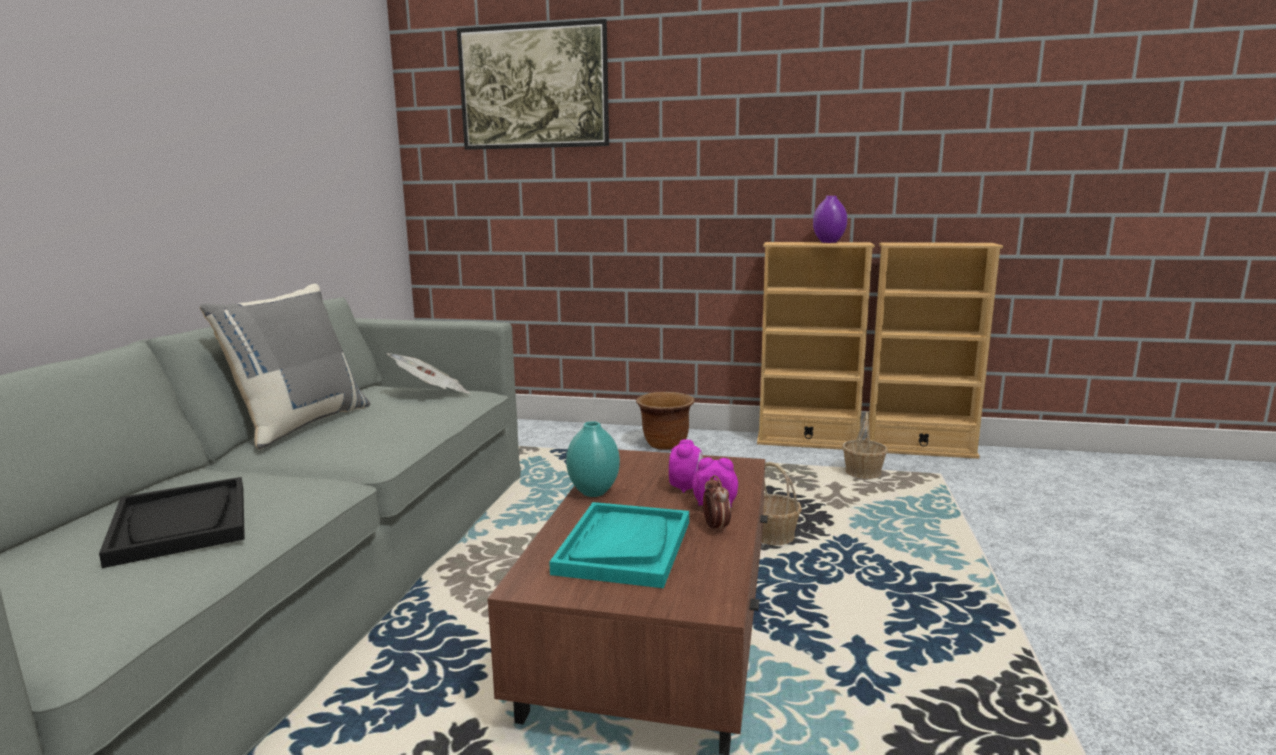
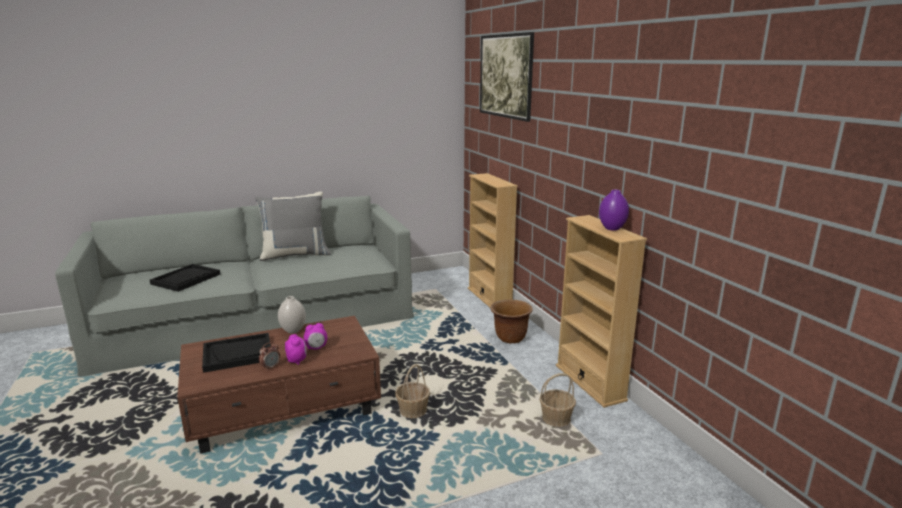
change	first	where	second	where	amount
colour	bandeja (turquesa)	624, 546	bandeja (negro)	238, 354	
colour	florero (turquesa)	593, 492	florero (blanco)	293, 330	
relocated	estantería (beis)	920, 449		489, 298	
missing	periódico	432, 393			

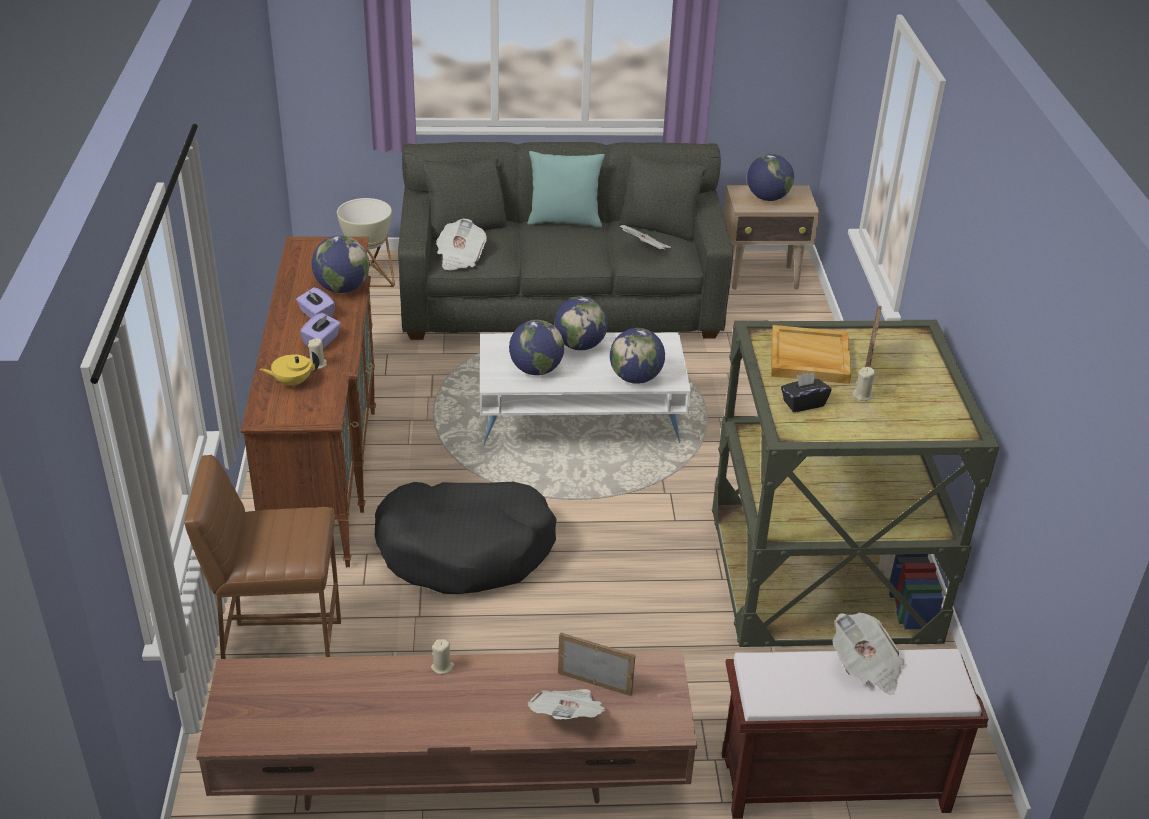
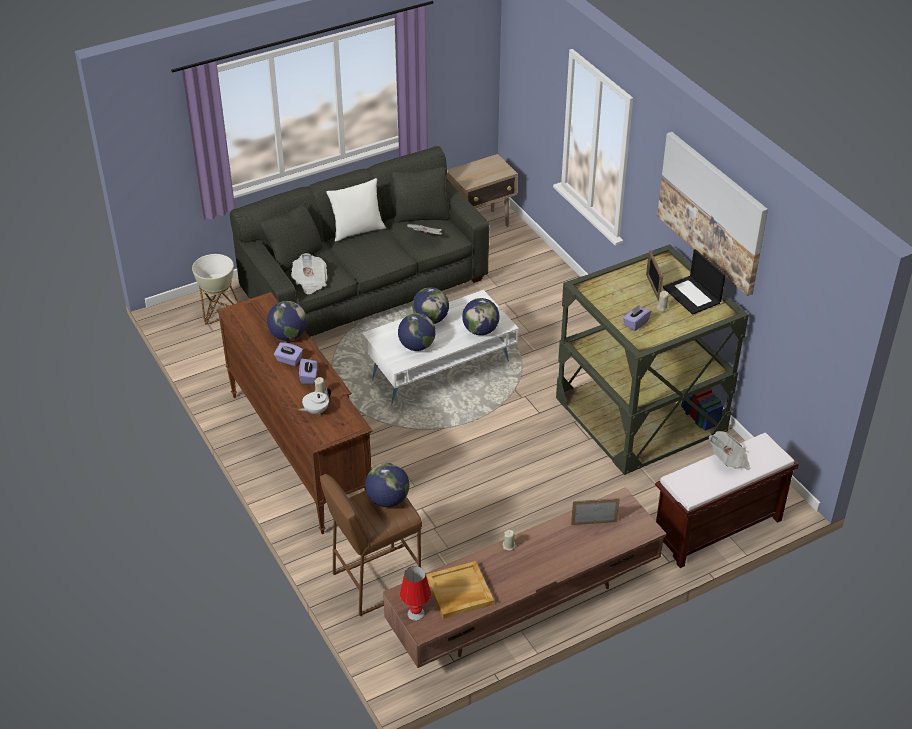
change	first	where	second	where	amount
colour	tetera (amarillo)	292, 382	tetera (blanco)	316, 411	
colour	cojín (turquesa)	564, 221	cojín (blanco)	357, 231	
relocated	globo terráqueo	767, 198		388, 500	
appeared			lámpara de mesa (rojo)	415, 613	
relocated	bandeja (beis)	808, 358		459, 592	
colour	caja de pañuelos (negro)	803, 403	caja de pañuelos (morado)	635, 323	
appeared			cuadro	712, 211	
appeared			portátil	692, 295	
missing	cama para perro (negro)	466, 549			
missing	periódico	567, 717			

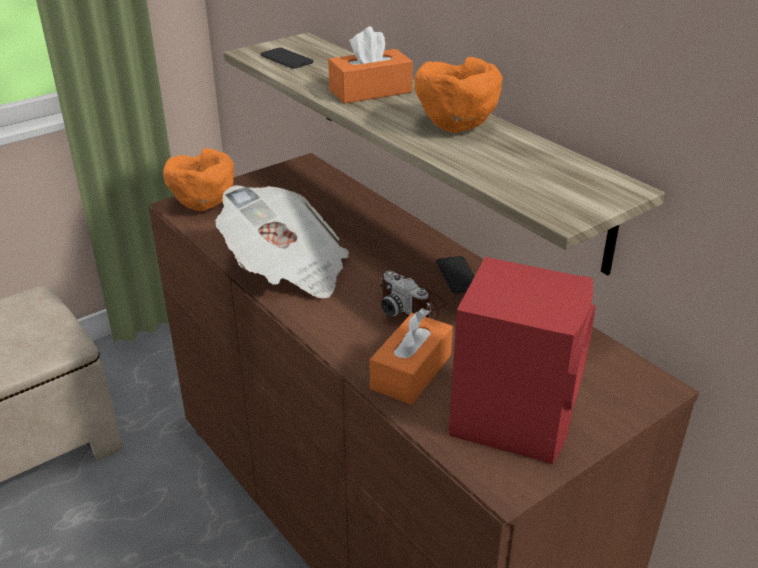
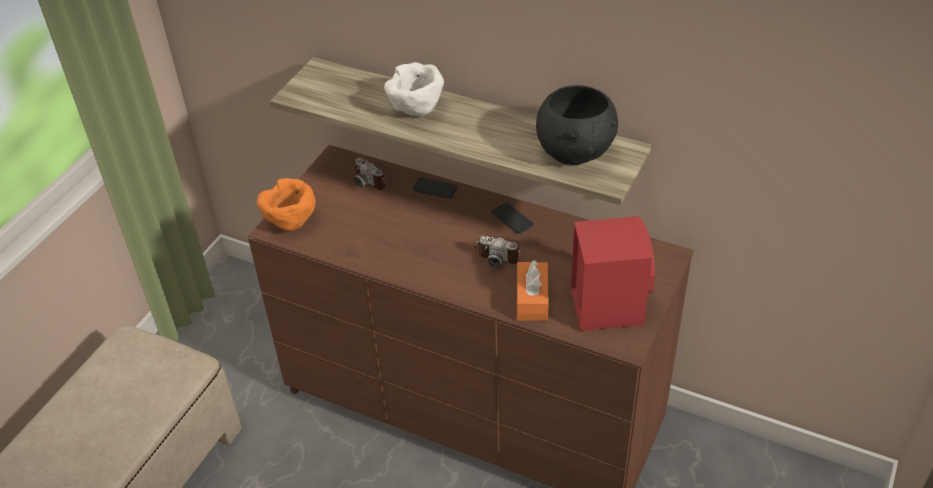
change	first	where	second	where	amount
appeared			cámara	375, 177	
exchanged	caja de pañuelos (naranja)	370, 91	cuenco (blanco)	416, 111	
relocated	móvil	286, 59		435, 188	
appeared			cuenco (negro)	575, 153	
missing	periódico	287, 269			
missing	cuenco (naranja)	454, 127			

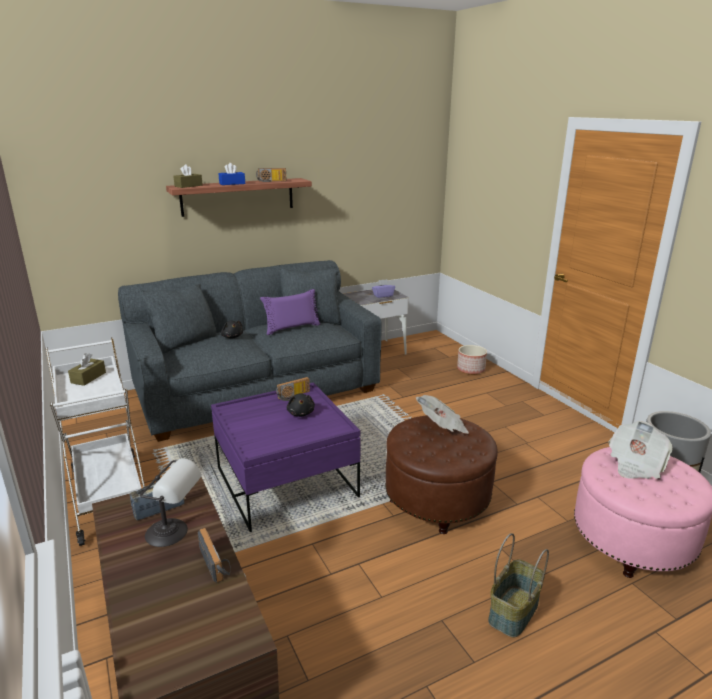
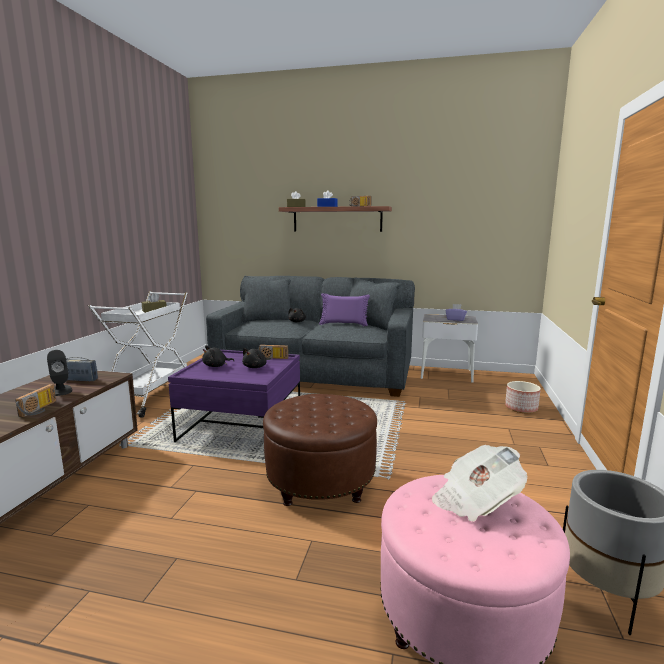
change	first	where	second	where	amount
exchanged	lámpara de mesa	175, 533	altavoz (negro)	60, 390	
appeared			peluche (negro)	216, 366	
missing	periódico	442, 427			
missing	cesta	514, 612			

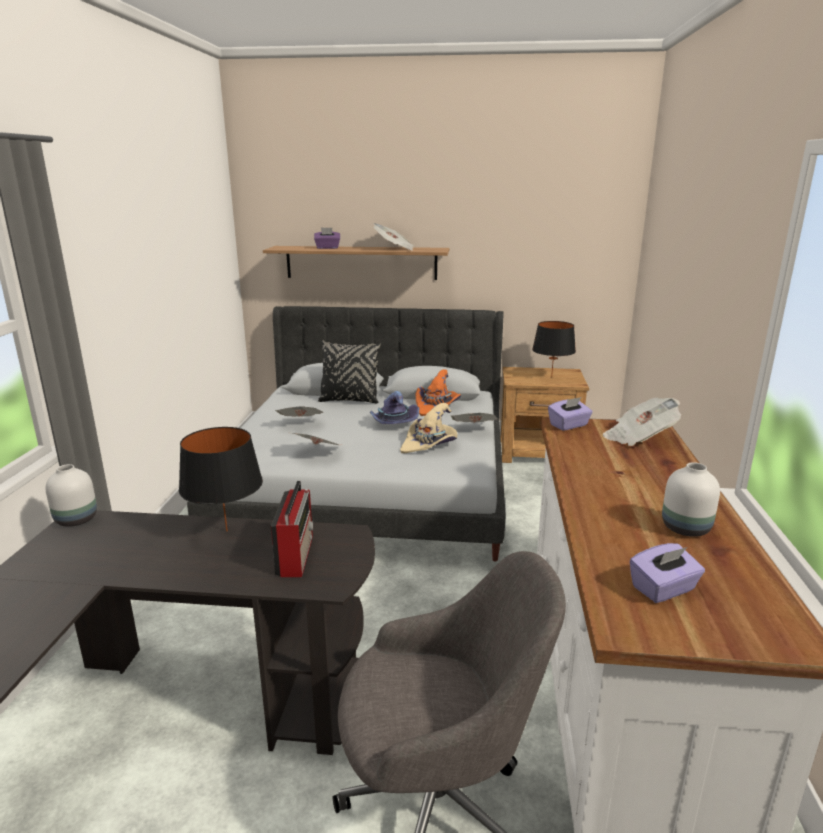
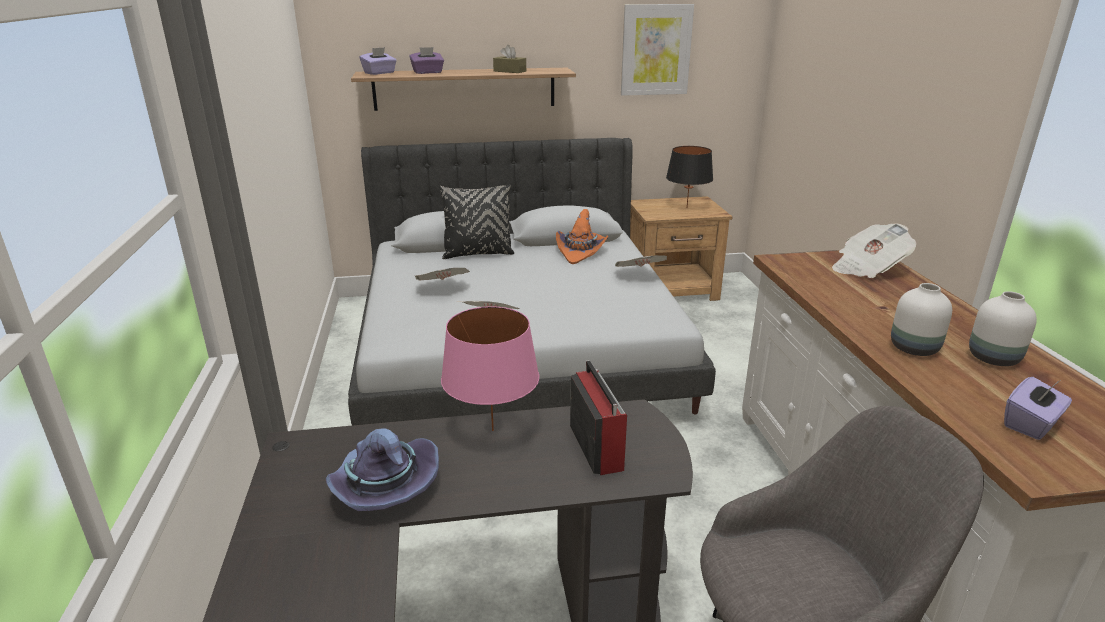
change	first	where	second	where	amount
relocated	sombrero (morado)	393, 423		382, 487	
relocated	caja de pañuelos (morado)	569, 425		379, 73	
colour	lámpara de mesa (negro)	226, 531	lámpara de mesa (rosa)	492, 430	
exchanged	periódico	394, 249	caja de pañuelos (marrón)	509, 71	
appeared			cuadro	656, 50	
relocated	florero (blanco)	75, 520		913, 349	
missing	sombrero (beis)	429, 445			

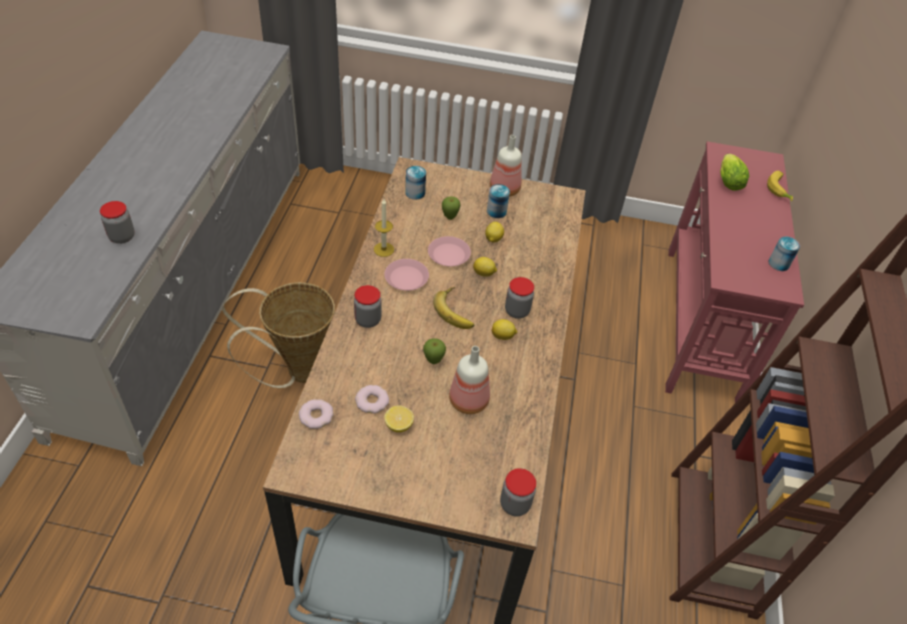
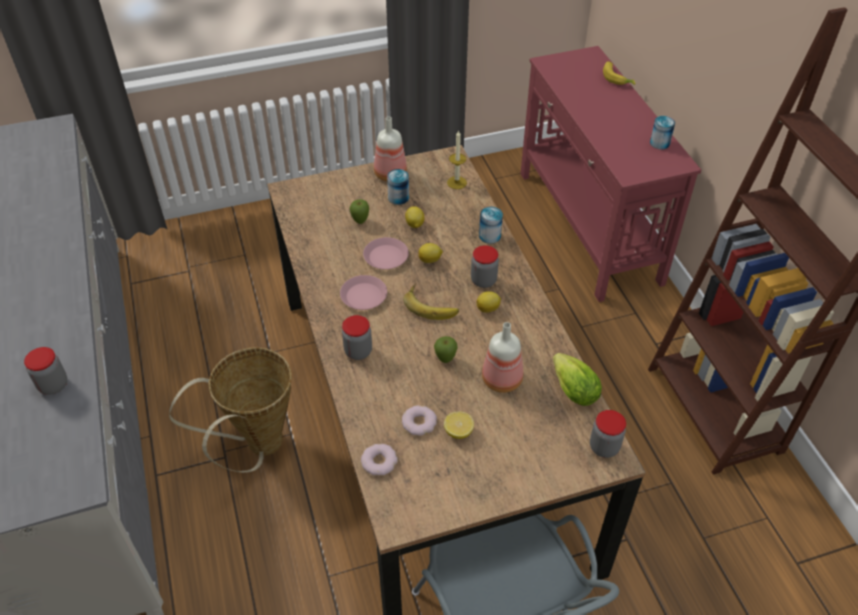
change	first	where	second	where	amount
relocated	vela	383, 249		456, 182	
relocated	lata	415, 193		489, 236	
relocated	lechuga	727, 181		571, 388	

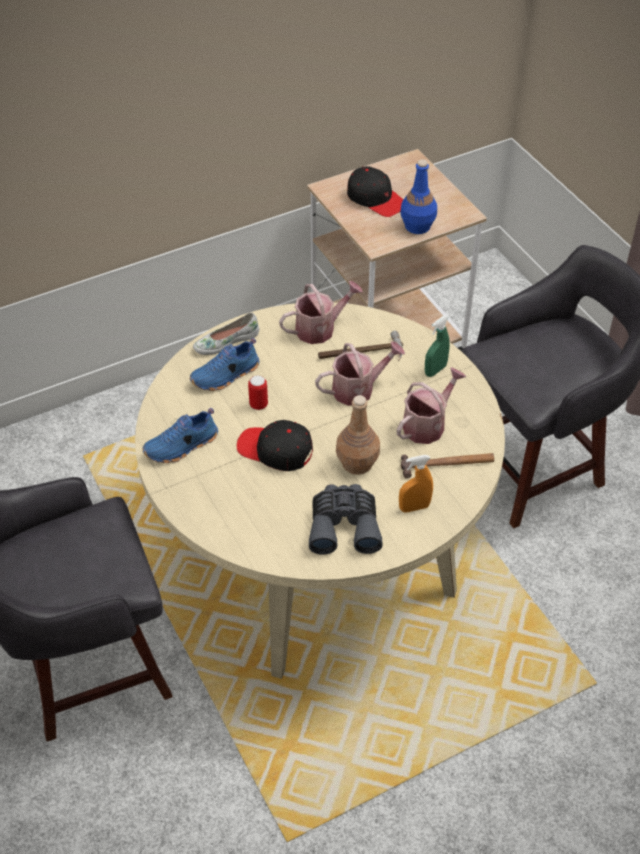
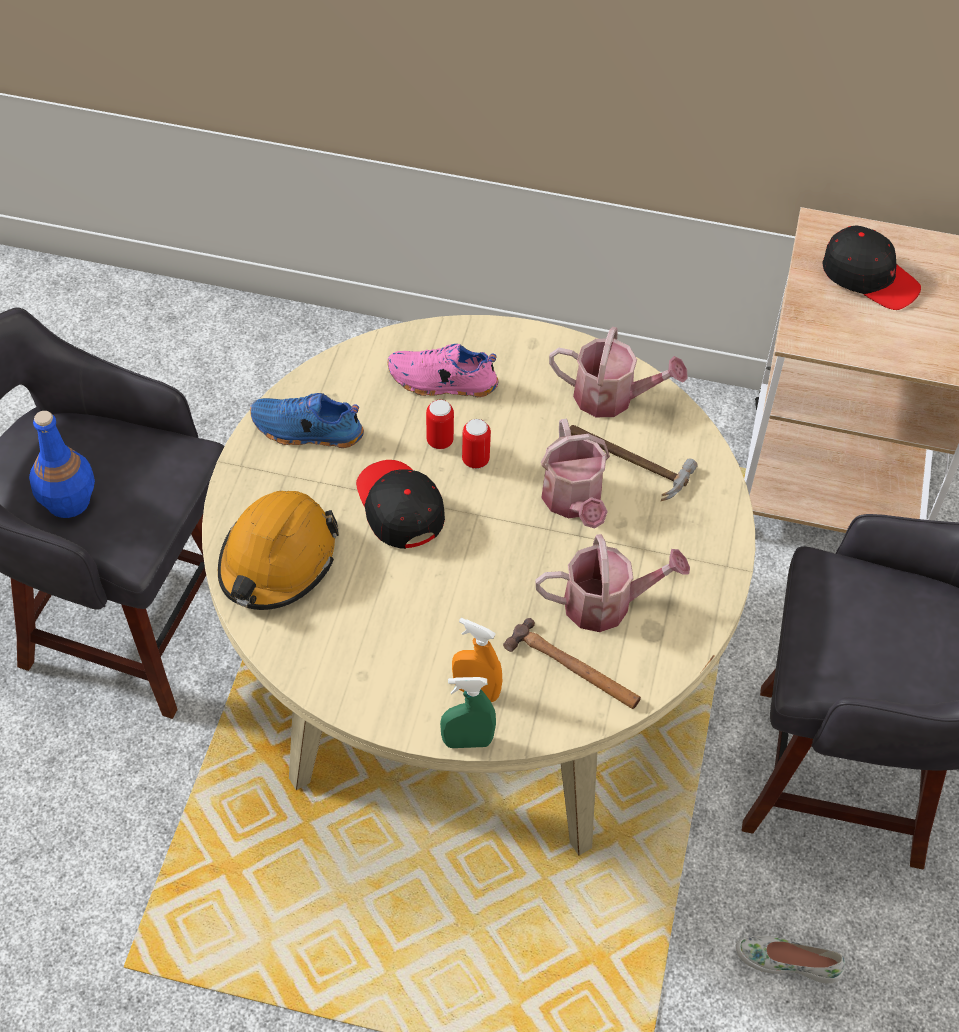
change	first	where	second	where	amount
relocated	botella (azul)	417, 226		67, 501	
appeared			casco (naranja)	277, 561	
colour	zapato (azul)	226, 376	zapato (rosa)	442, 383	
relocated	pulverizador (verde)	435, 370		467, 742	
appeared			lata	475, 460	
spun	regadera	358, 389		574, 502	60 degrees clockwise
relocated	zapato (blanco)	226, 341		788, 961	
spun	gorra (negro)	375, 199		869, 277	45 degrees counterclockwise
missing	prismáticos (gris)	344, 525			
missing	botella (marrón)	357, 463			

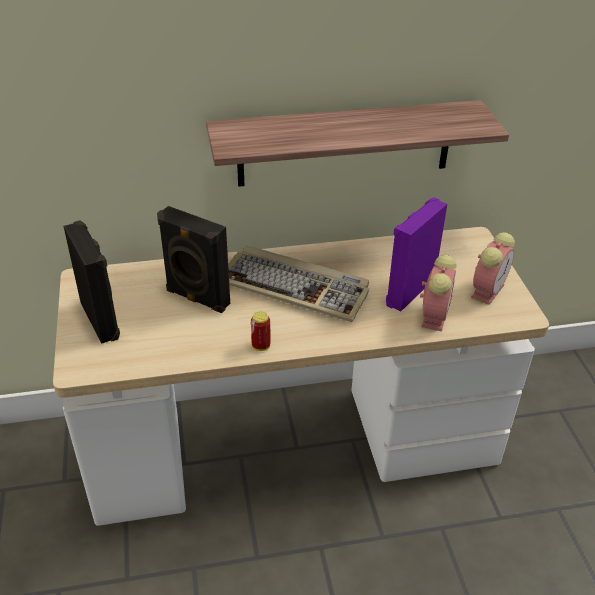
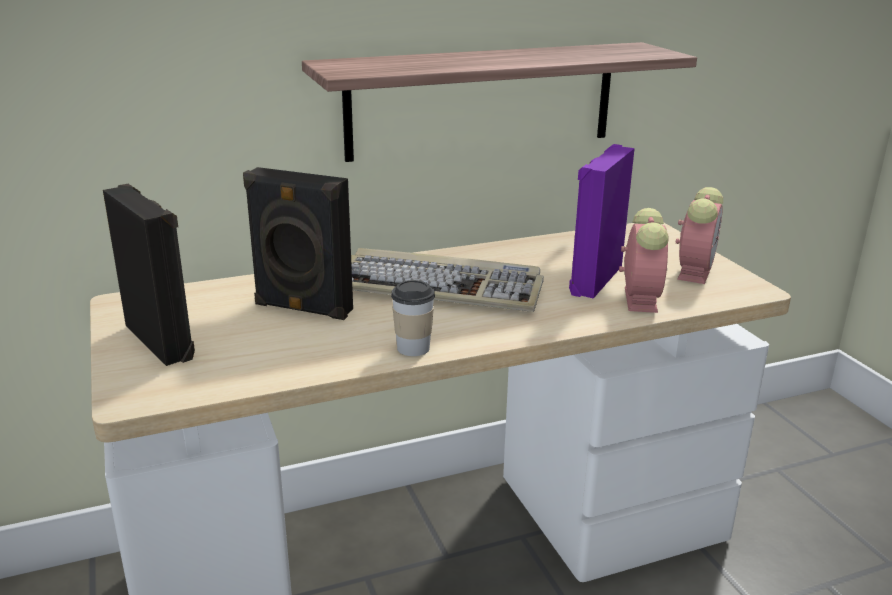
change	first	where	second	where	amount
exchanged	lata	261, 346	taza	413, 348	

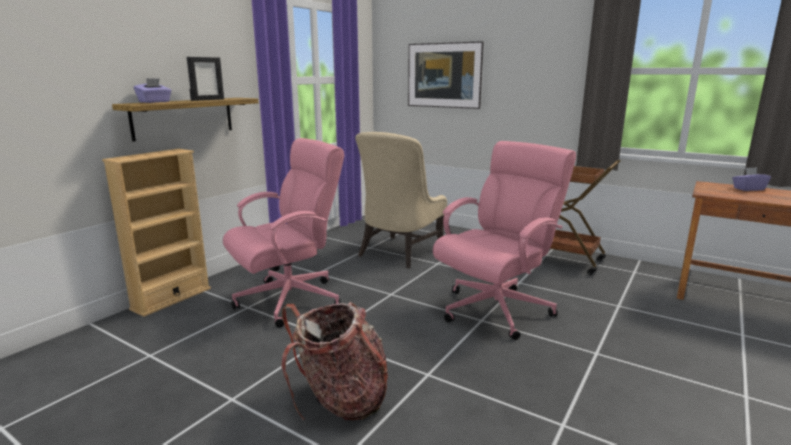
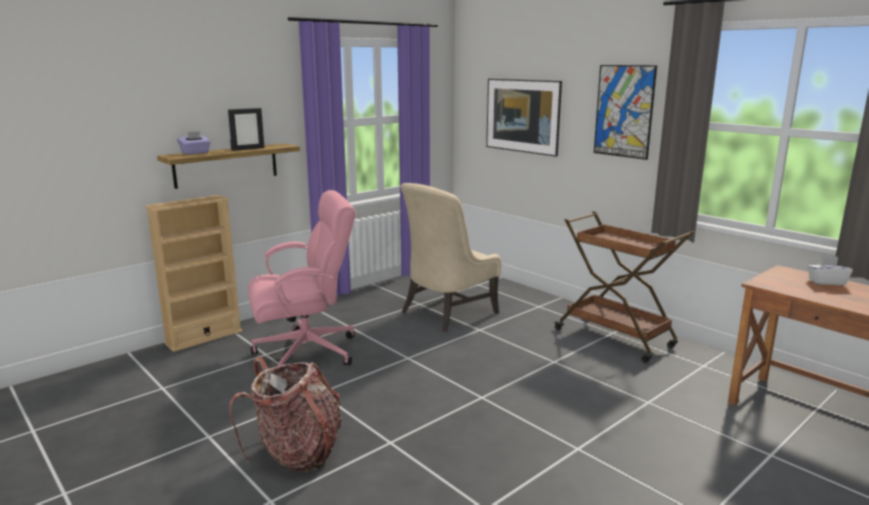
change	first	where	second	where	amount
appeared			cuadro	624, 111	
colour	caja de pañuelos (morado)	748, 189	caja de pañuelos (blanco)	826, 282	
missing	silla de oficina (rosa)	495, 310			

